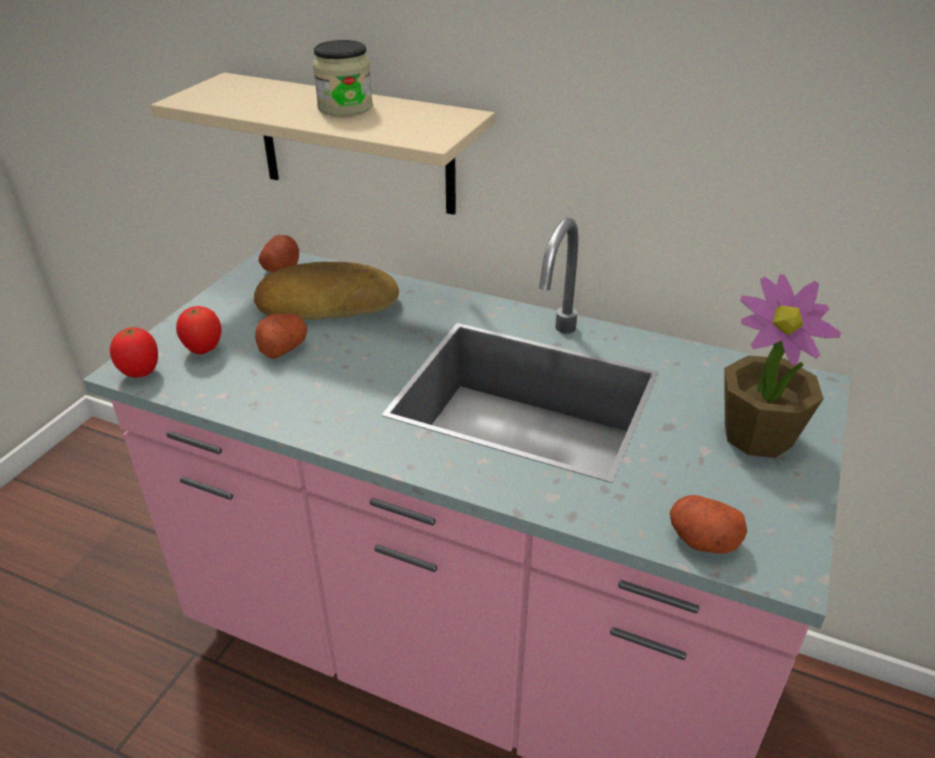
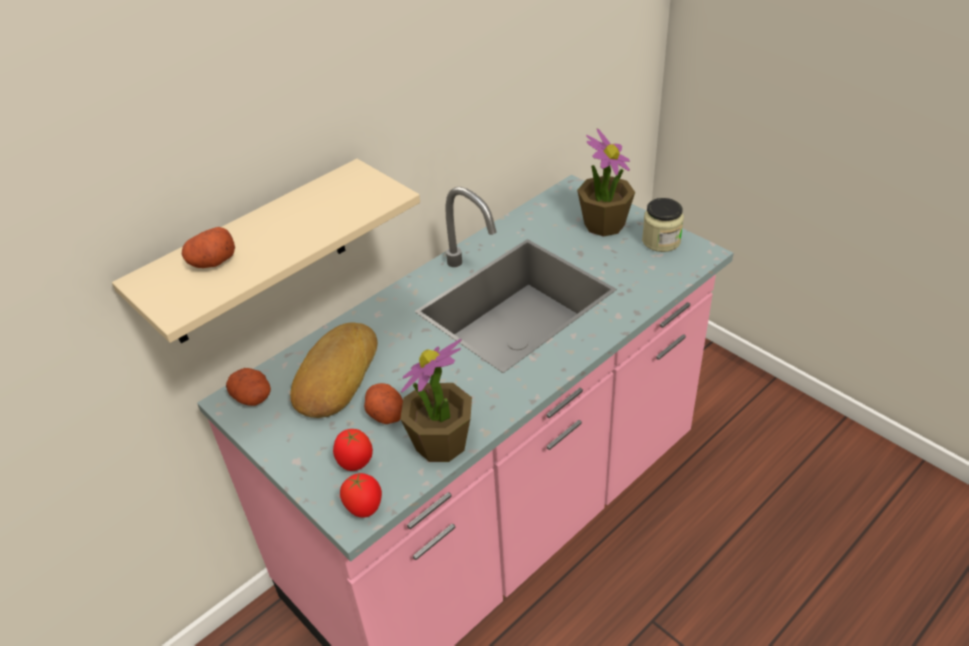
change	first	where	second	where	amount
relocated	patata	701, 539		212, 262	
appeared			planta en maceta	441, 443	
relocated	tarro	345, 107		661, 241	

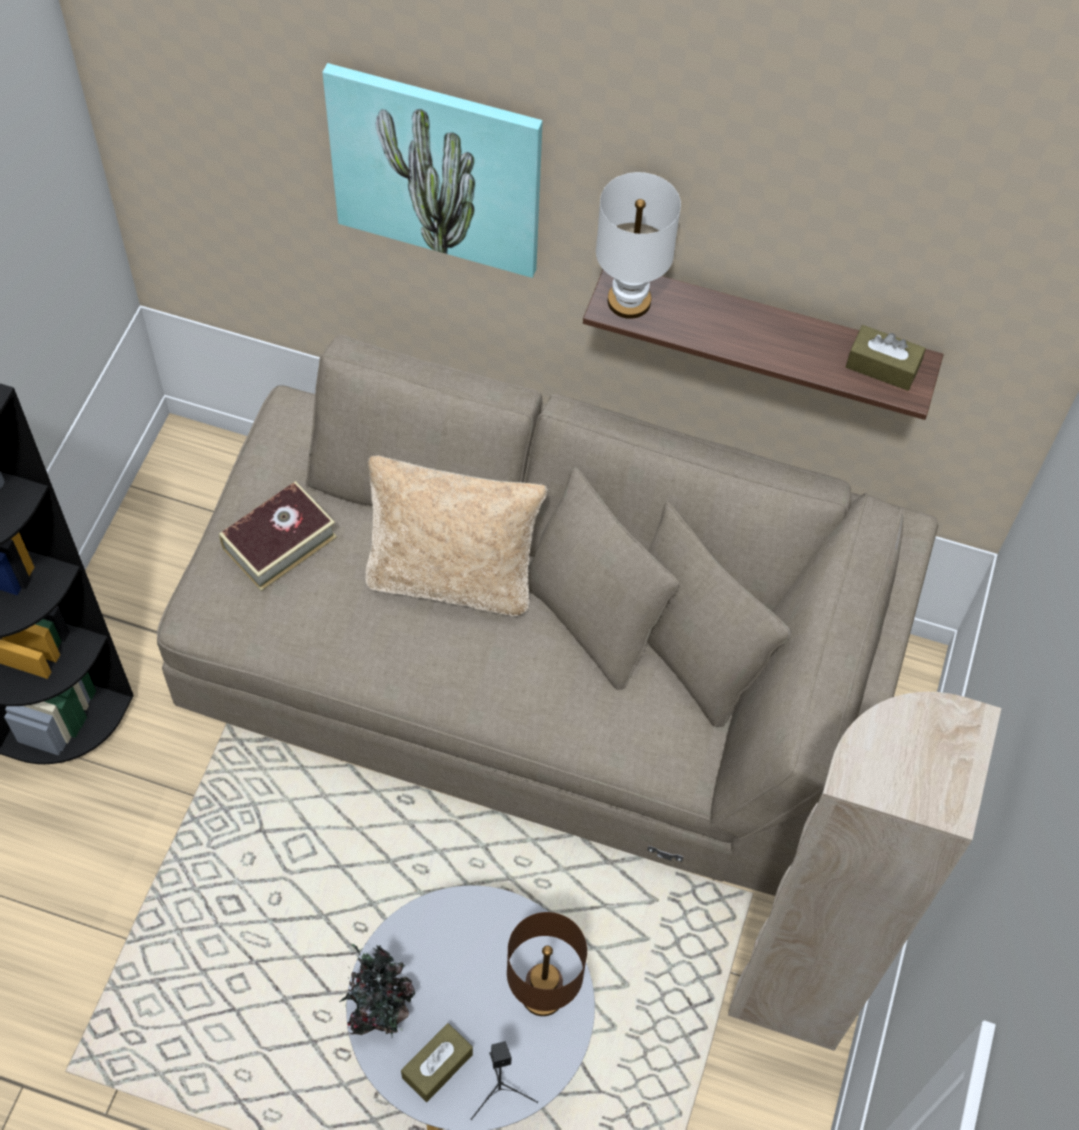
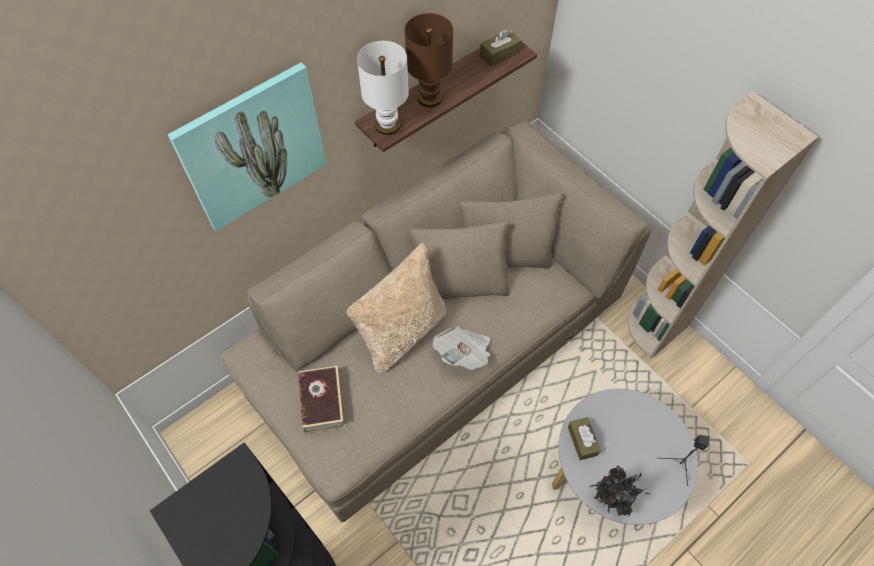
change	first	where	second	where	amount
relocated	lámpara de mesa (marrón)	543, 996		430, 98	
appeared			periódico	464, 353	
relocated	caja de pañuelos (marrón)	437, 1066		582, 441	

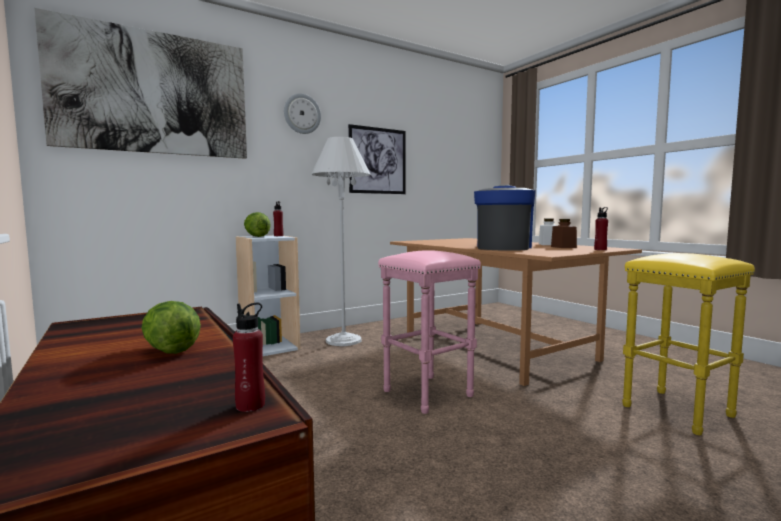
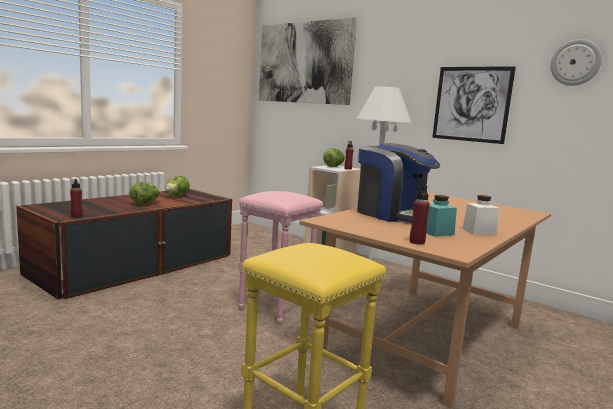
change	first	where	second	where	amount
appeared			lechuga	176, 196	
spun	cafetera	503, 247		393, 214	45 degrees clockwise
colour	tarro (marrón)	563, 247	tarro (turquesa)	437, 233	
relocated	reloj de pared	302, 114		575, 62	

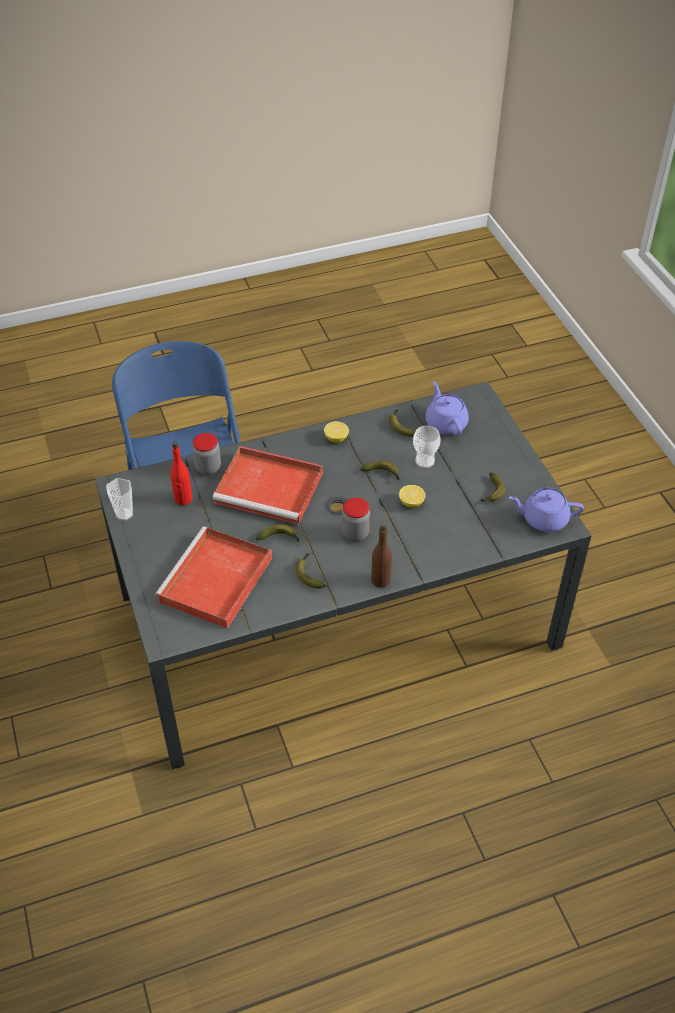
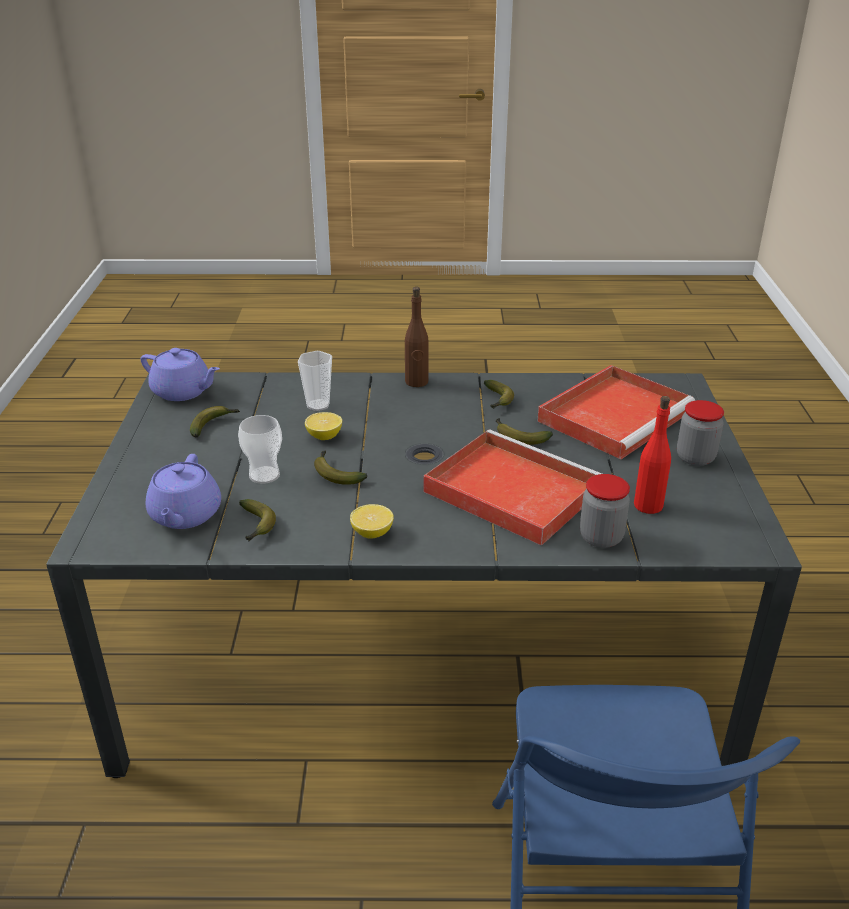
change	first	where	second	where	amount
relocated	taza	124, 514		318, 405	
relocated	tarro	355, 533		695, 458	

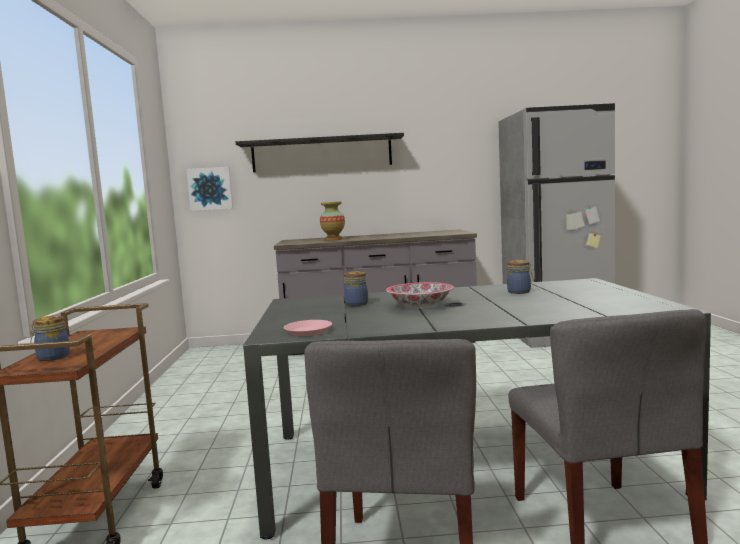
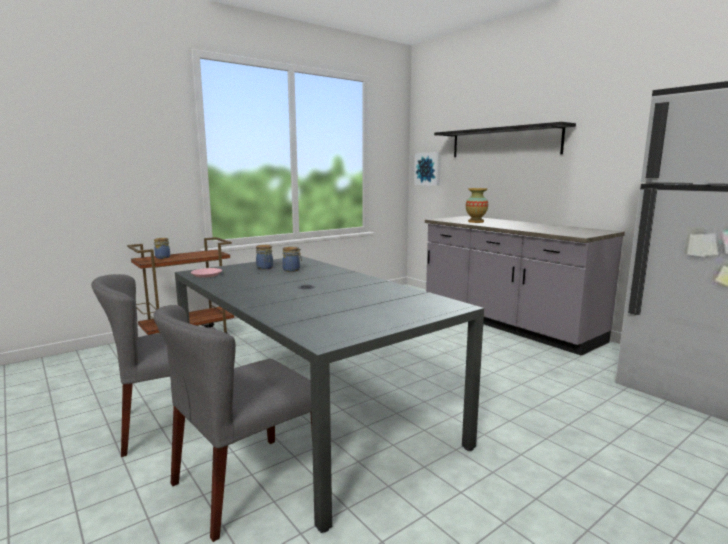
change	first	where	second	where	amount
relocated	tarro	520, 292		265, 268	
missing	cuenco	420, 305			

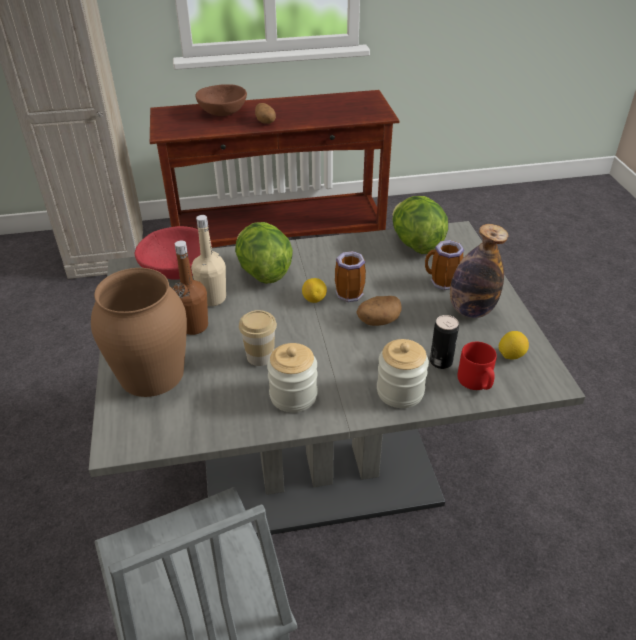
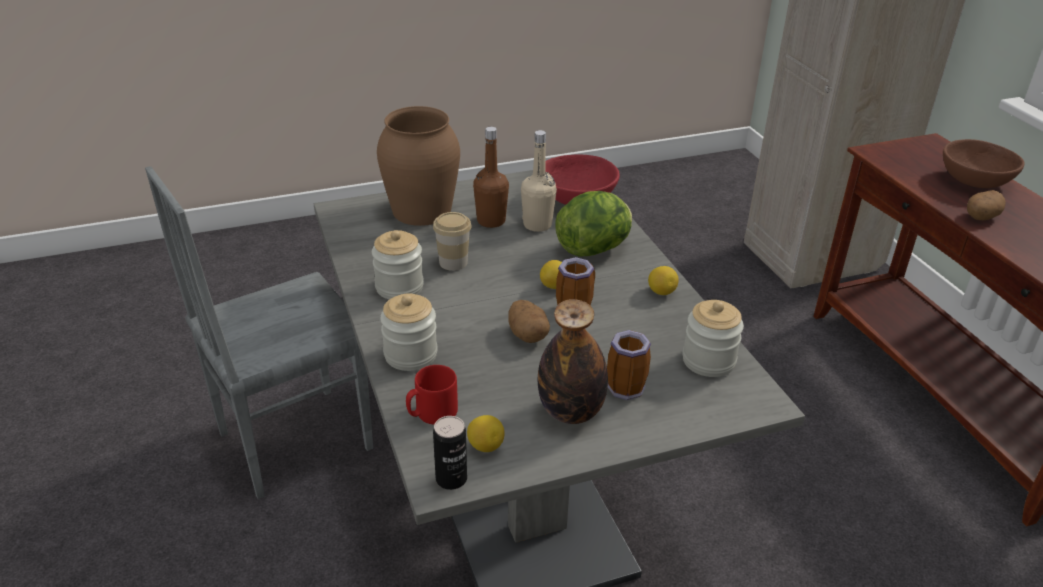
change	first	where	second	where	amount
relocated	lata	441, 362		451, 479	
appeared			limón	661, 292	
exchanged	lechuga	415, 244	tarro	708, 361	

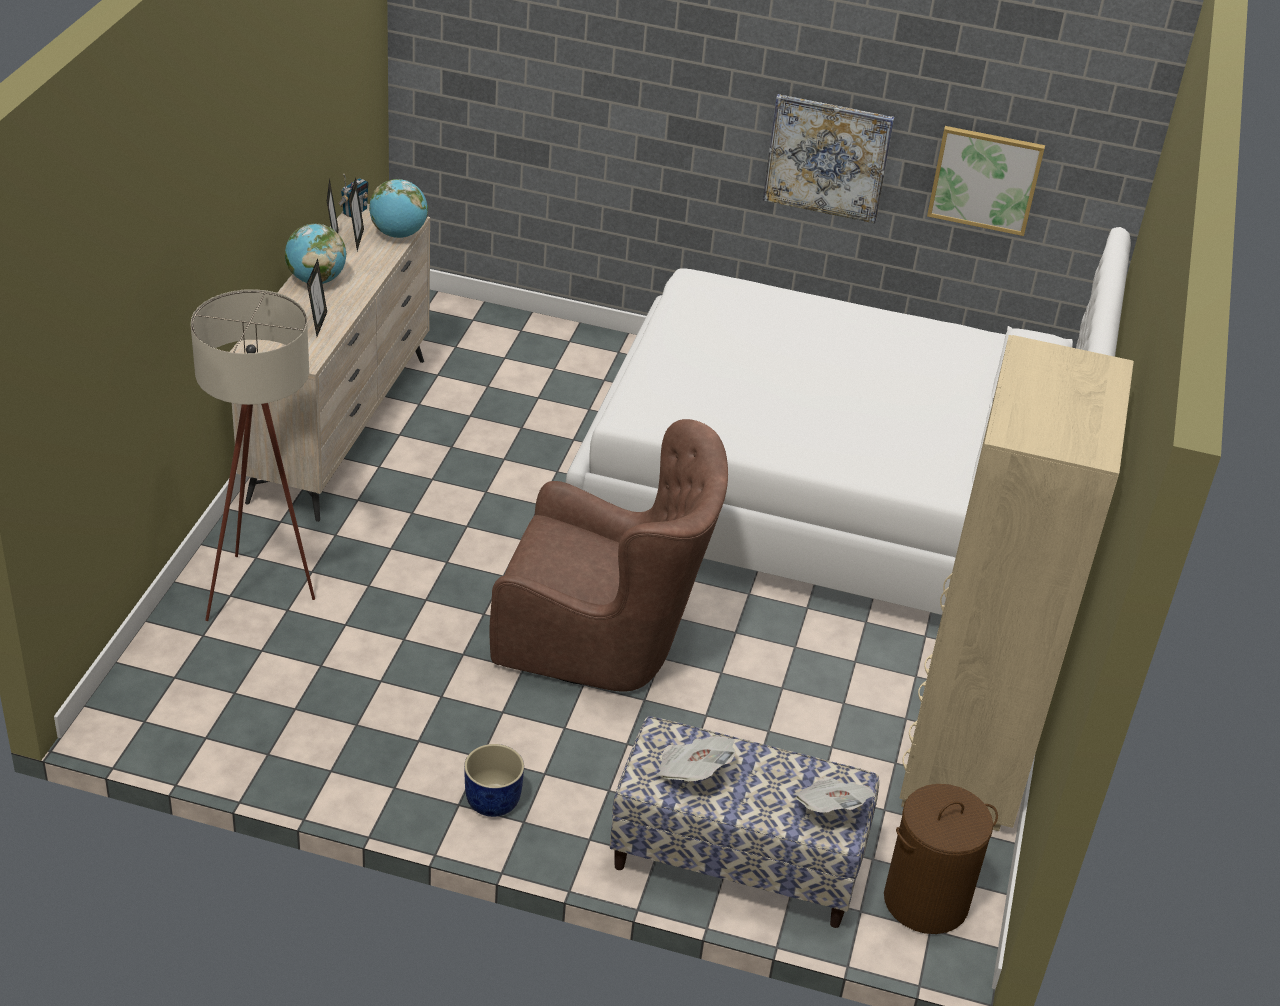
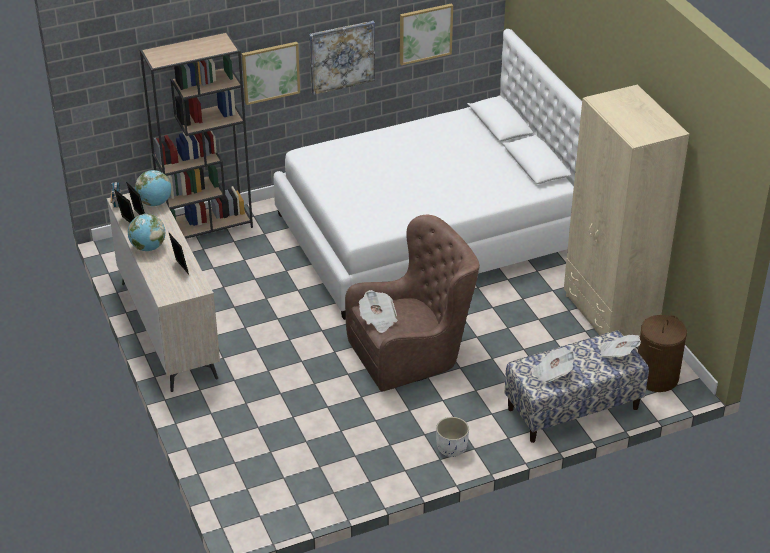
change	first	where	second	where	amount
appeared			estantería	207, 226	
appeared			cuadro	270, 72	
appeared			periódico	378, 319	
colour	maceta (azul)	493, 800	maceta (blanco)	452, 448	
missing	lámpara de pie (beis)	265, 594			

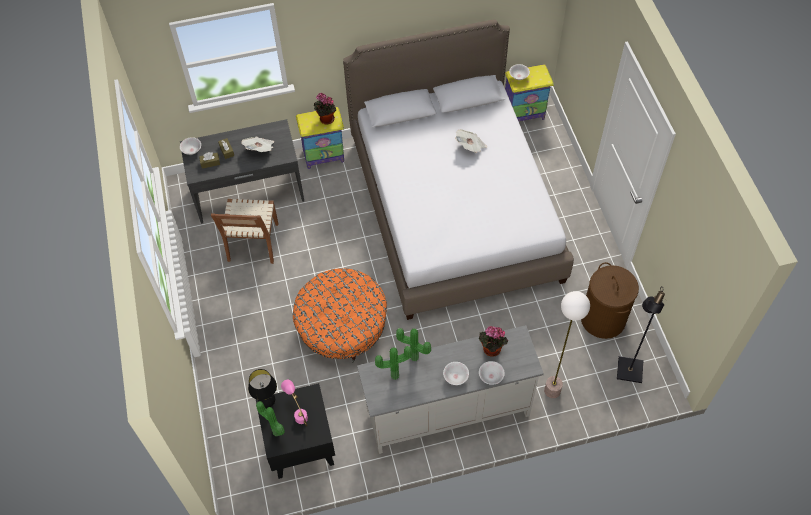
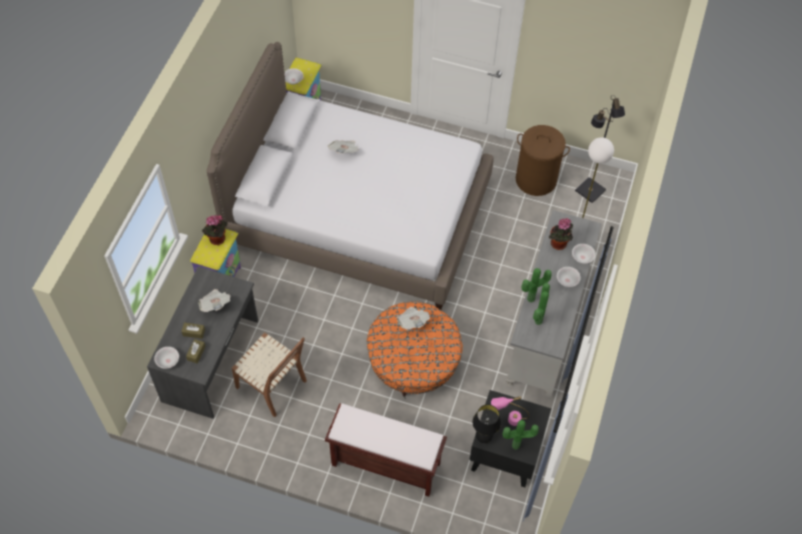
change	first	where	second	where	amount
appeared			banco (marrón)	384, 464	
appeared			periódico	413, 322	

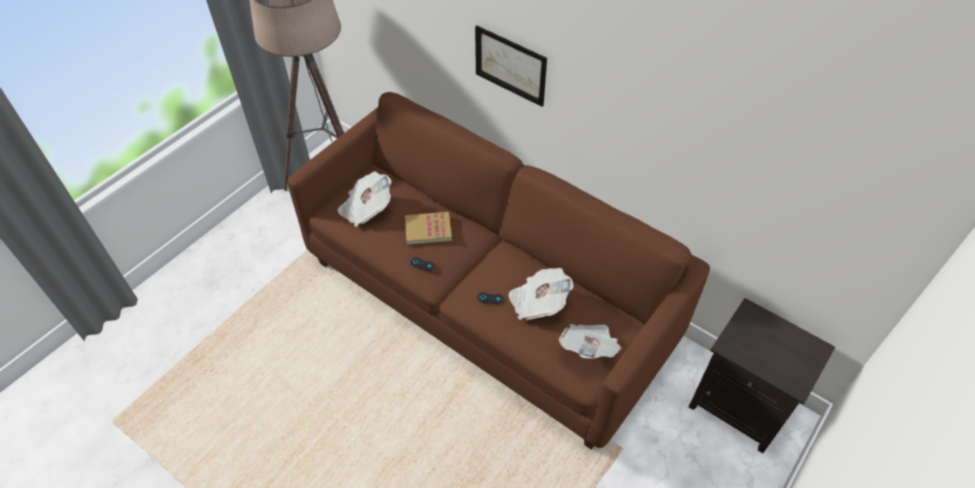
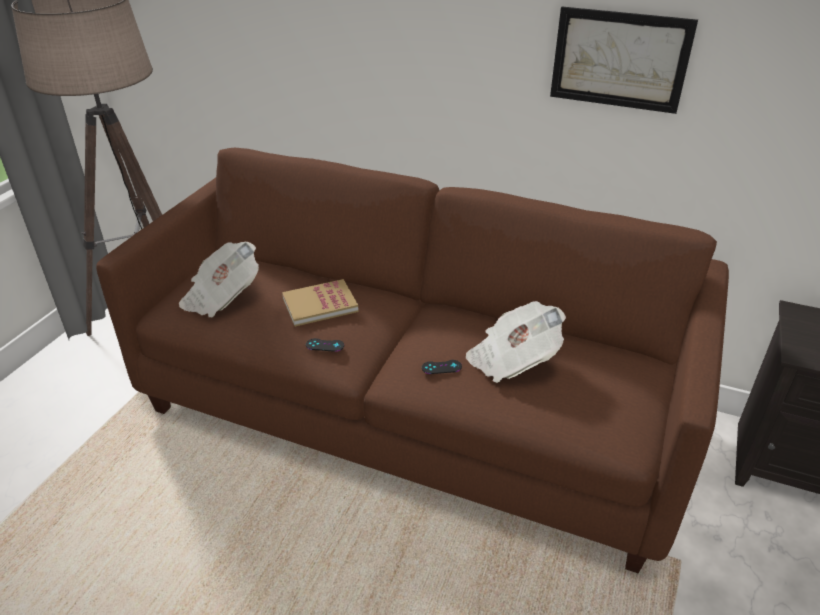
change	first	where	second	where	amount
relocated	cuadro	510, 65		619, 60	
missing	periódico	589, 348			

